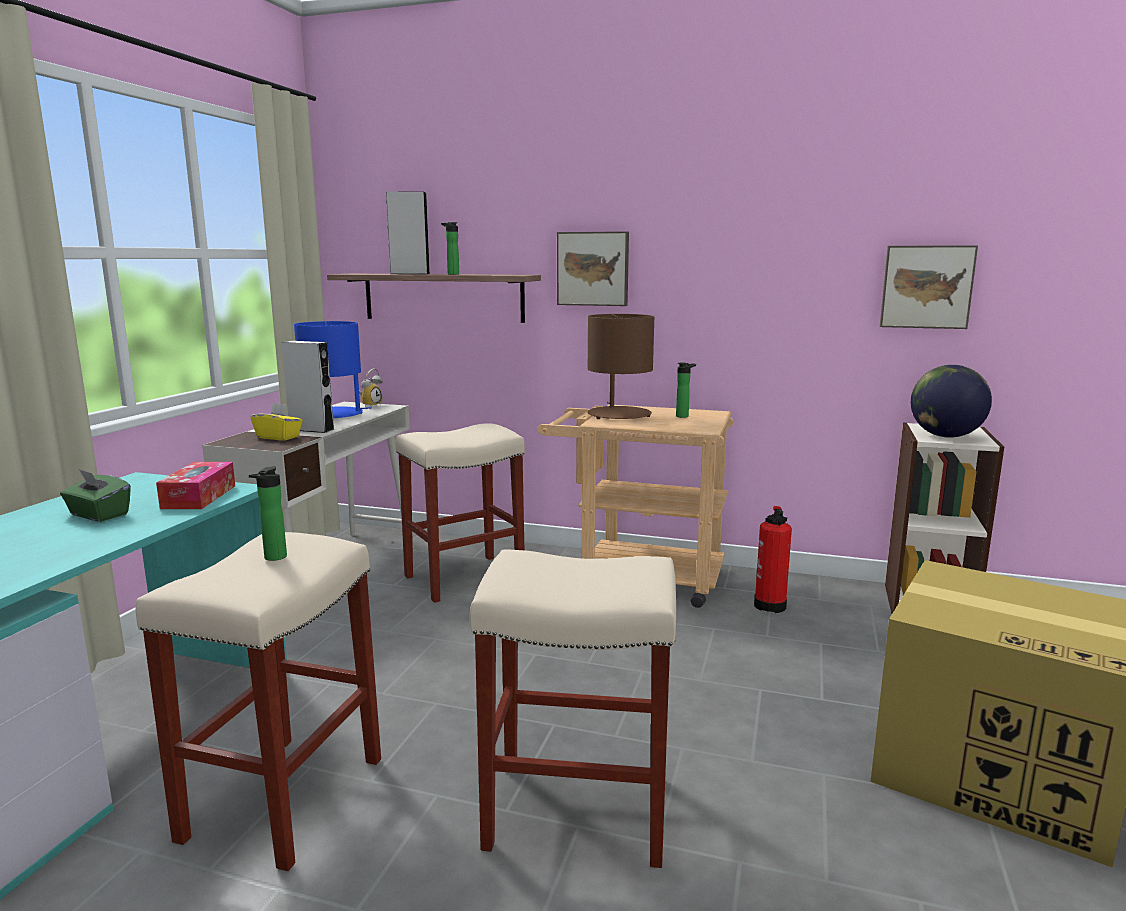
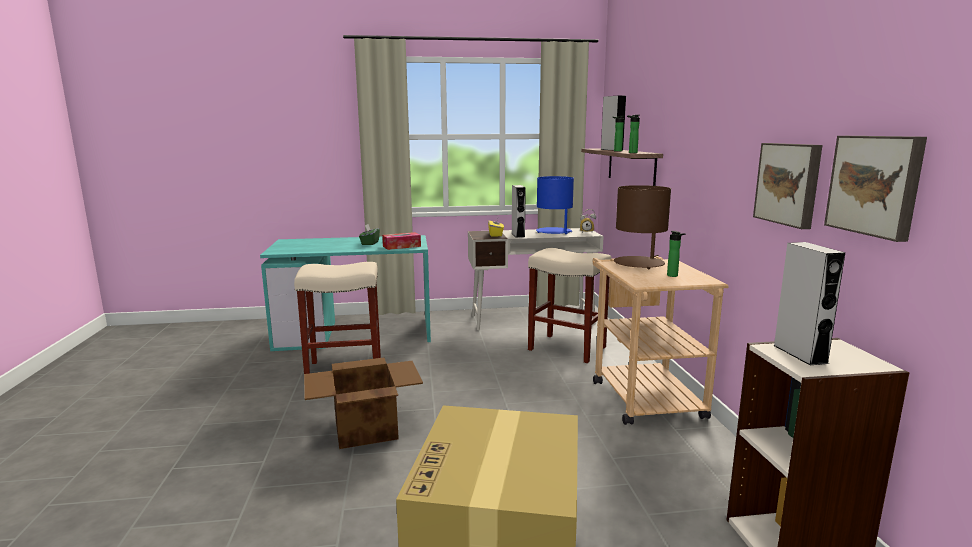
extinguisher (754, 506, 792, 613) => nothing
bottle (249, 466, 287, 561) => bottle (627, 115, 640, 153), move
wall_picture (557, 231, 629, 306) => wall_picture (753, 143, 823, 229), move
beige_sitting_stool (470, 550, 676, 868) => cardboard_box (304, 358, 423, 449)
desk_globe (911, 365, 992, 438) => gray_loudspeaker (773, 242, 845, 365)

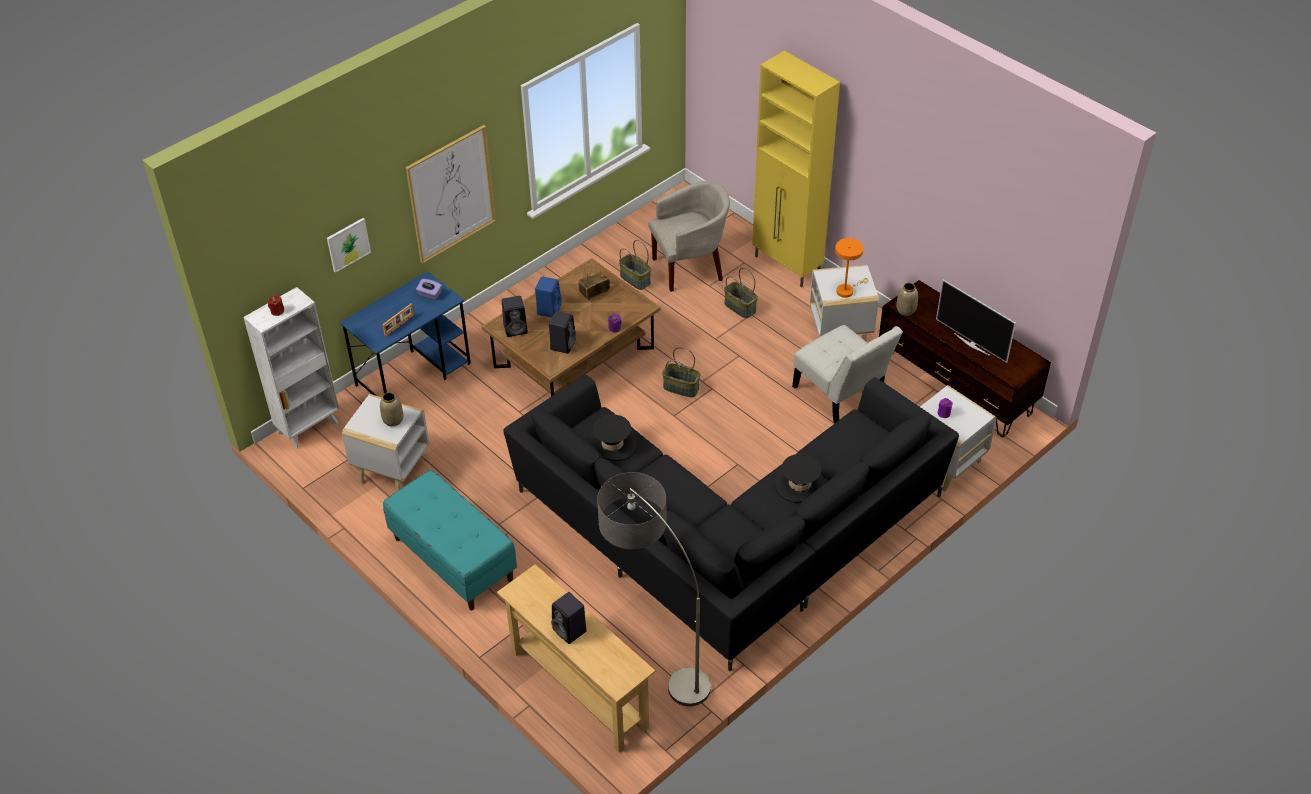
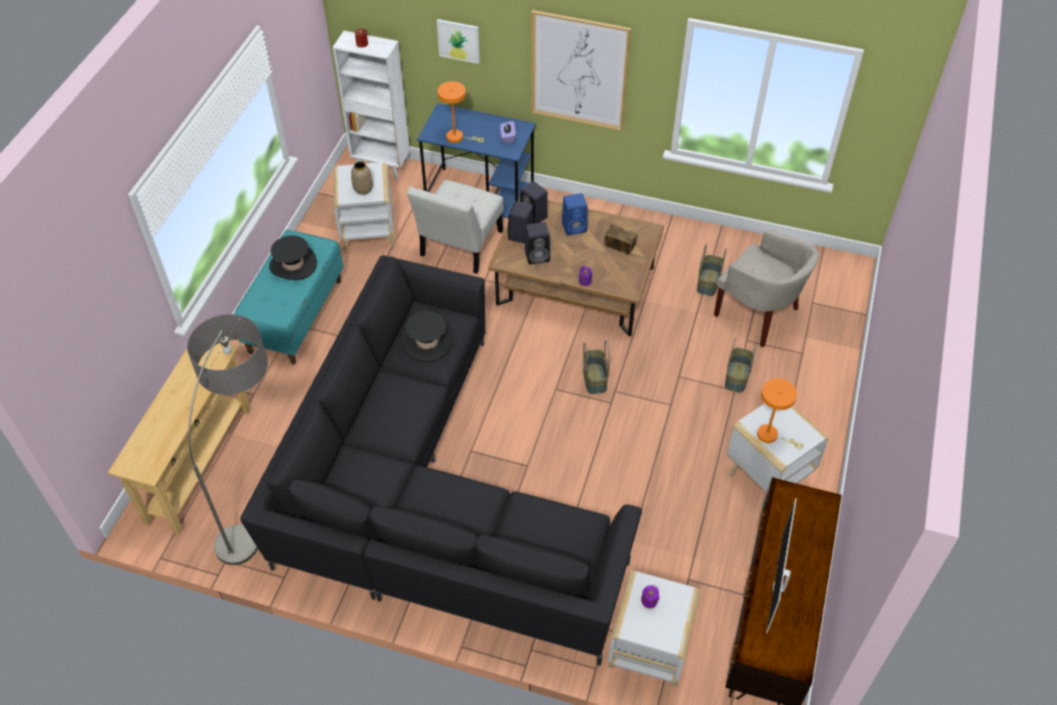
yellowish_storage_cabinet (752, 51, 840, 287) => nothing
vase (896, 283, 918, 316) => nothing
black_loudspeaker (551, 592, 587, 644) => black_loudspeaker (507, 201, 533, 244), move
black_wearable_hat (775, 454, 825, 503) => black_wearable_hat (269, 235, 317, 280), move
white_plain_chair (792, 325, 903, 423) => white_plain_chair (407, 180, 504, 274), move
standing_frame (382, 304, 414, 337) => orange-coloured_table_lamp (438, 81, 484, 143)

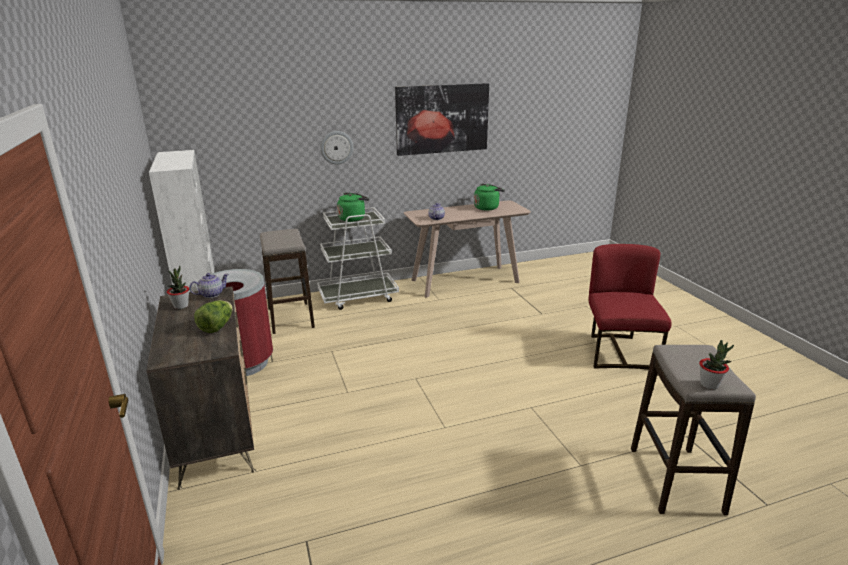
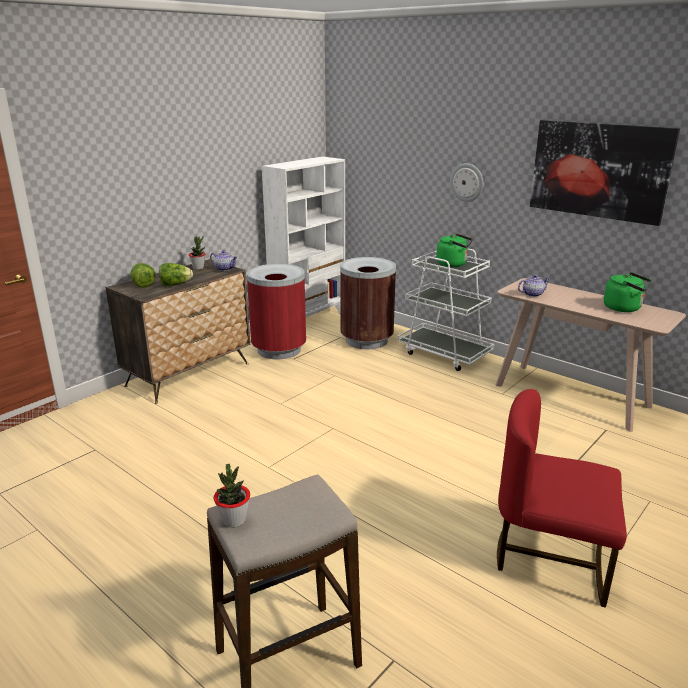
nothing => lettuce_head (130, 263, 155, 288)
sitting_stool (260, 229, 315, 334) => brown-coloured_rubbish_bin (340, 257, 396, 349)
red_plain_chair (589, 244, 672, 369) => red_plain_chair (497, 389, 627, 608), 135 degrees counterclockwise

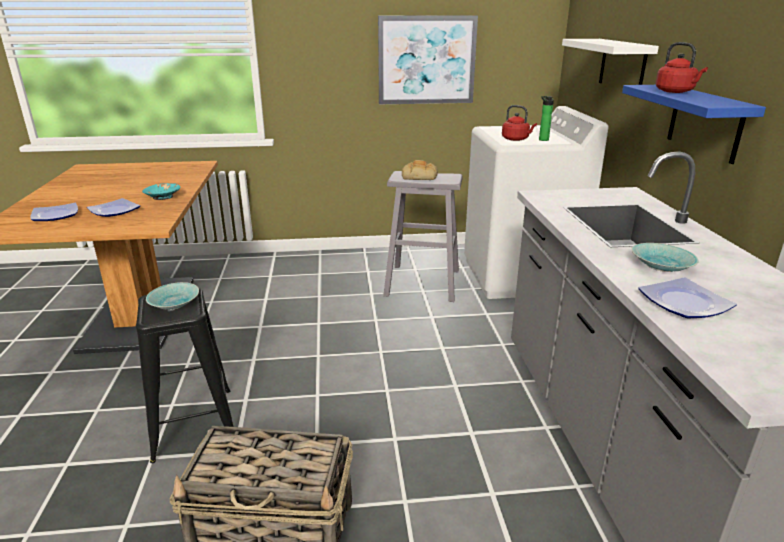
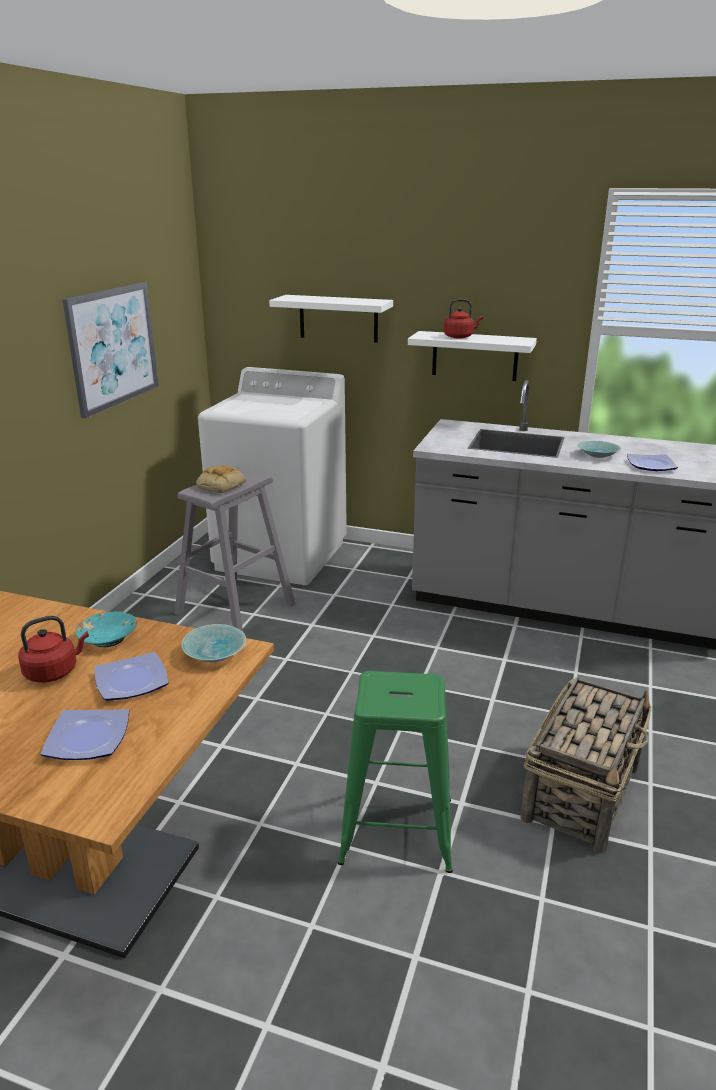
bottle (539, 96, 554, 141) => nothing
turquoise-coloured_bowl (146, 282, 199, 310) => turquoise-coloured_bowl (181, 624, 246, 662), move
red_water_kettle (502, 105, 537, 141) => red_water_kettle (18, 616, 89, 683), move
black_sitting_stool (136, 288, 234, 463) => greenish_sitting_stool (338, 671, 453, 873)
blue_wall_shelf (622, 85, 766, 164) => white_wall_shelf (408, 331, 537, 381)

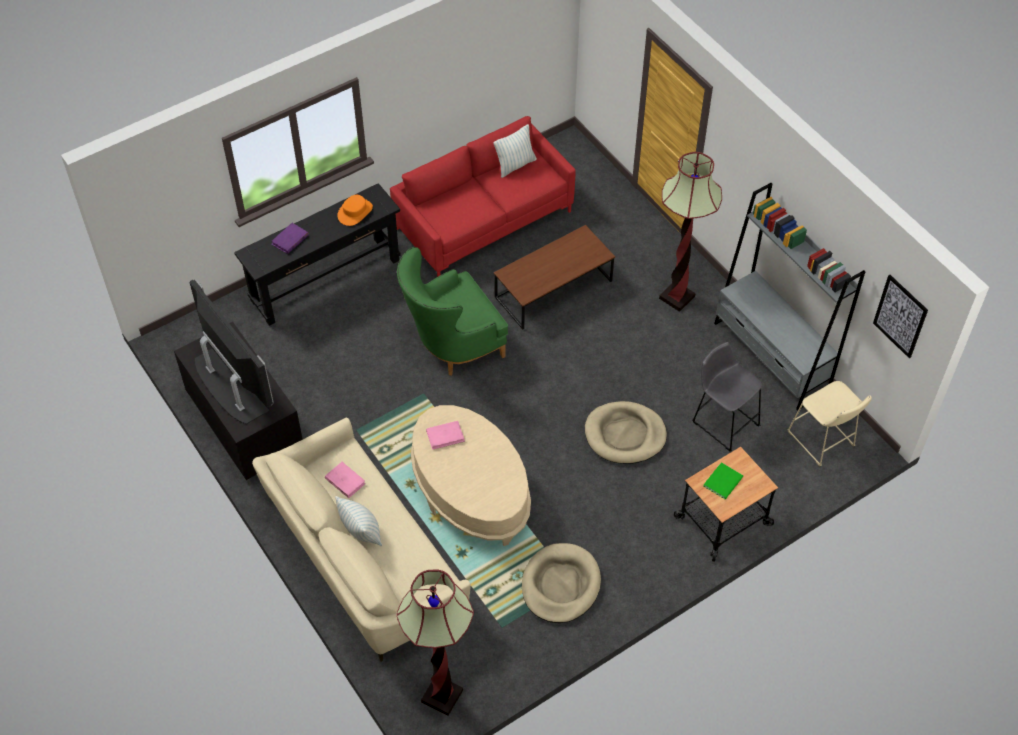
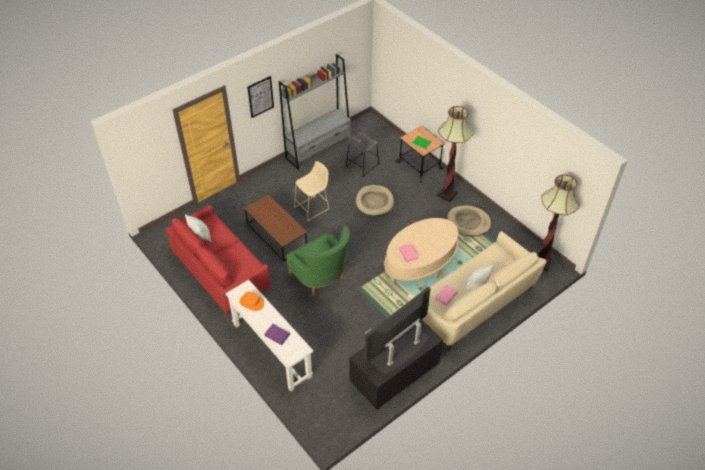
floor_lamp (659, 152, 722, 312) => floor_lamp (438, 106, 474, 202), move
beige_sitting_stool (787, 381, 872, 466) => beige_sitting_stool (294, 161, 330, 221), move
wall_picture (873, 275, 928, 358) => wall_picture (247, 76, 274, 118), move
black_console_table (234, 183, 401, 326) => white_console_table (225, 280, 313, 391)

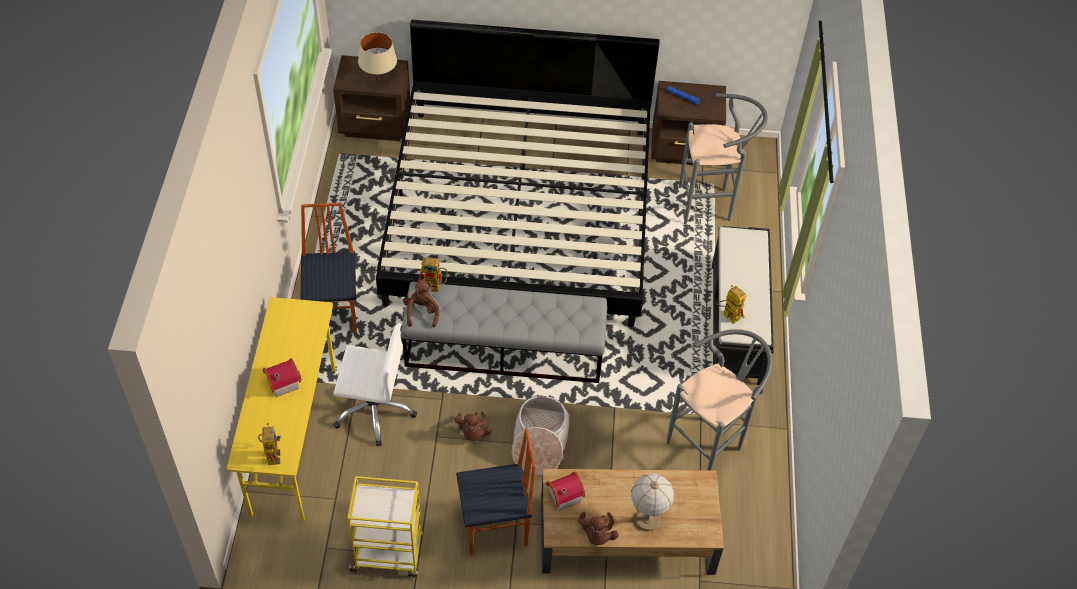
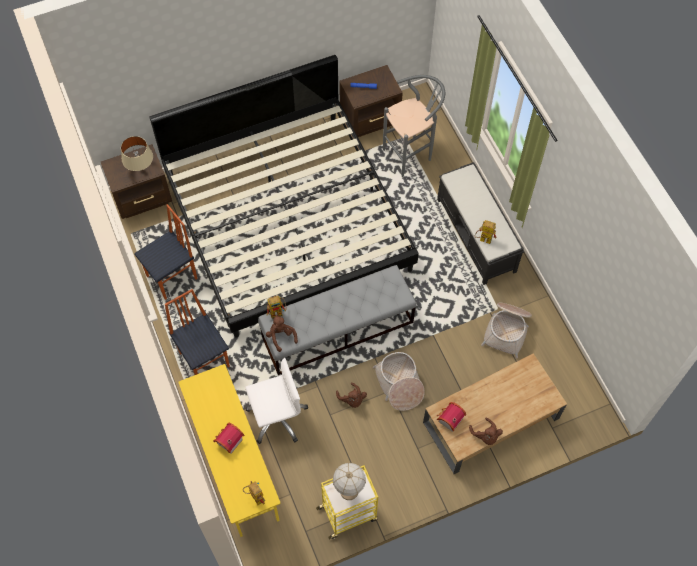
plain_chair (456, 428, 536, 555) => plain_chair (134, 204, 198, 300), move
table_lamp (631, 474, 674, 531) => table_lamp (333, 462, 366, 500), move
gray_sitting_stool (667, 329, 773, 470) => household_basket (481, 303, 532, 359)

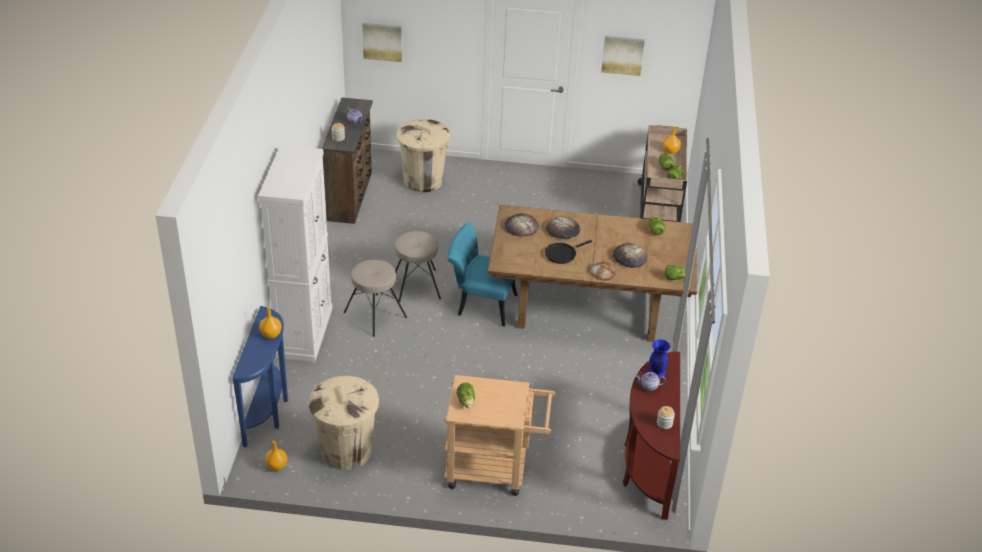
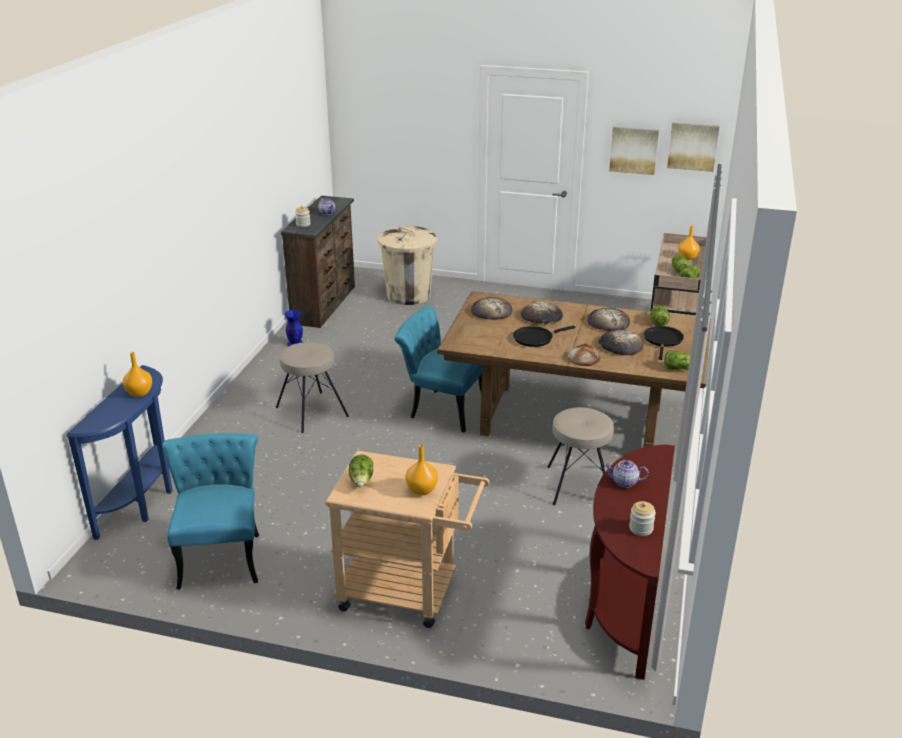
white_storage_cabinet (258, 145, 333, 362) => nothing
nothing => bakery_bread (588, 308, 630, 331)
nothing => black_frying_pan (644, 326, 684, 360)
orange-coloured_vase (265, 441, 287, 471) => orange-coloured_vase (405, 445, 438, 495), move
wall_picture (362, 23, 402, 62) => wall_picture (667, 122, 720, 172), move
beige_sitting_stool (395, 231, 441, 302) => beige_sitting_stool (547, 407, 614, 505), move
blue_vase (648, 339, 670, 377) => blue_vase (284, 310, 303, 346), move
beige_rubbish_bin (309, 376, 379, 470) => turquoise-coloured_plain_chair (162, 433, 259, 590)

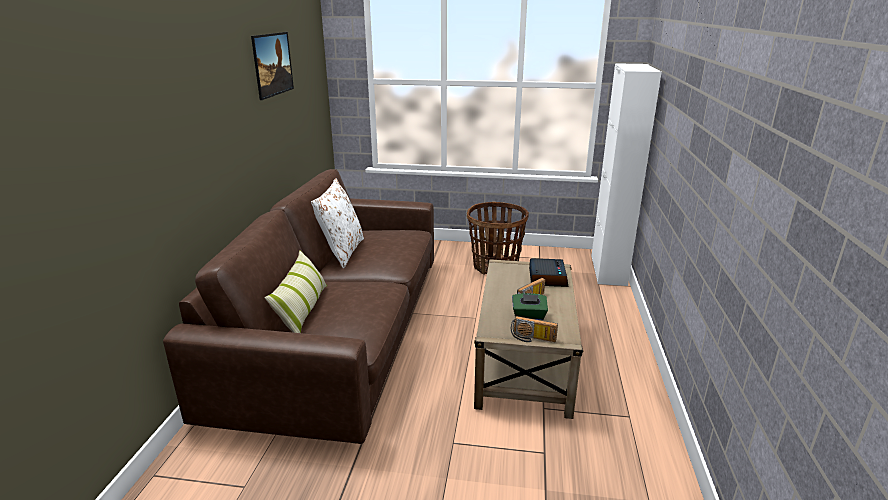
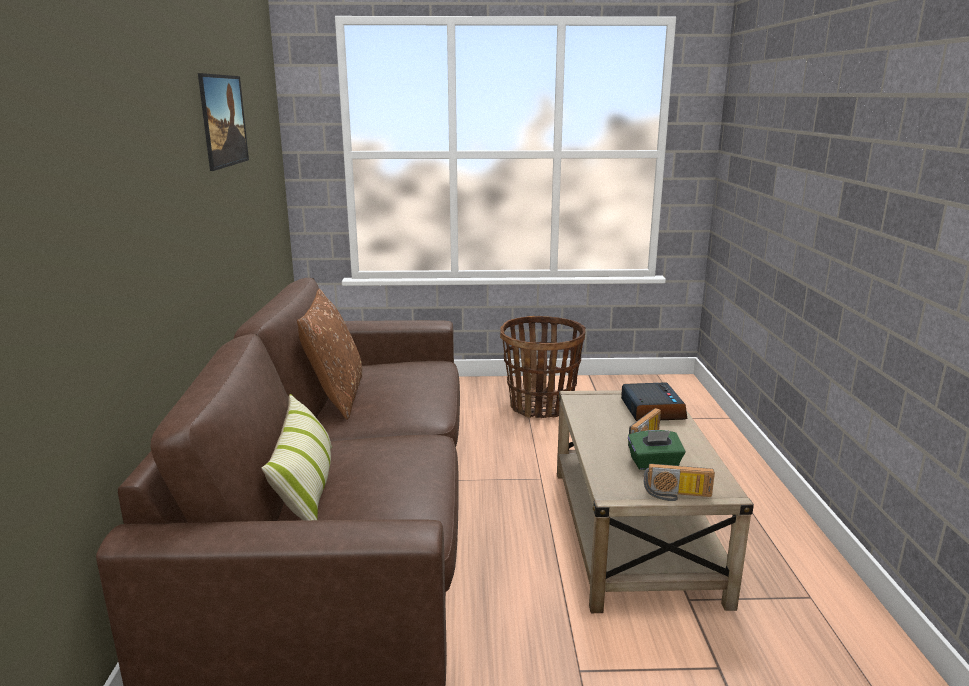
white_storage_cabinet (591, 63, 662, 286) => nothing
white_throw_pillow (311, 178, 364, 268) => brown-coloured_throw_pillow (297, 289, 362, 419)

